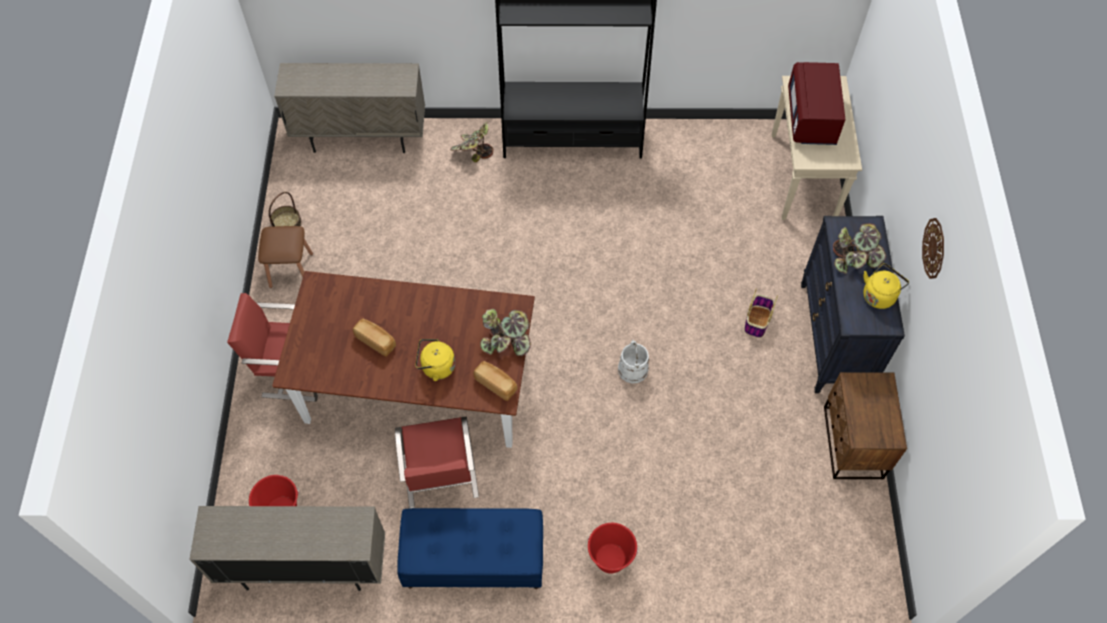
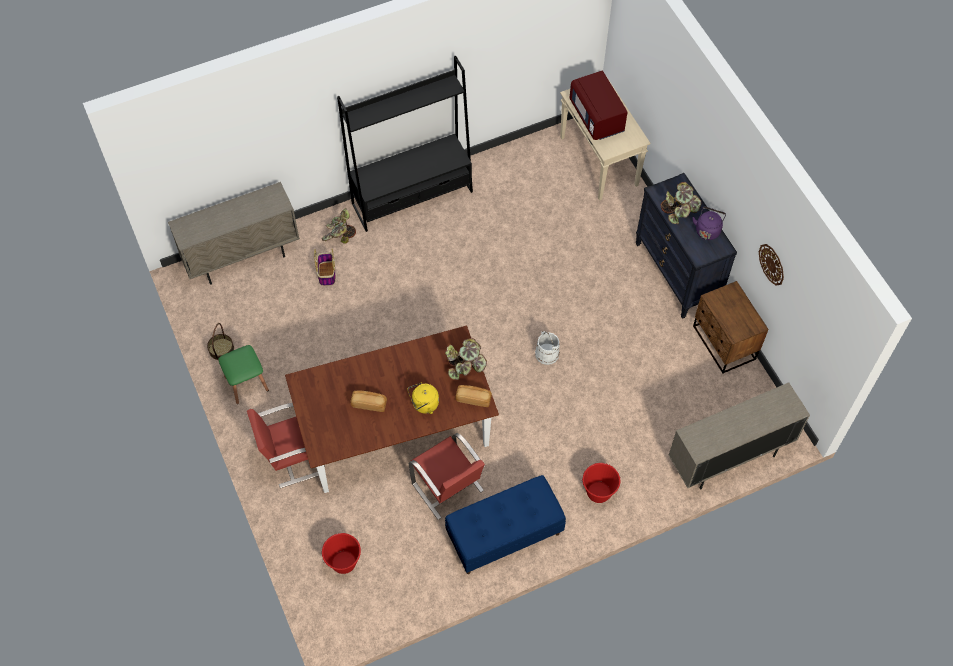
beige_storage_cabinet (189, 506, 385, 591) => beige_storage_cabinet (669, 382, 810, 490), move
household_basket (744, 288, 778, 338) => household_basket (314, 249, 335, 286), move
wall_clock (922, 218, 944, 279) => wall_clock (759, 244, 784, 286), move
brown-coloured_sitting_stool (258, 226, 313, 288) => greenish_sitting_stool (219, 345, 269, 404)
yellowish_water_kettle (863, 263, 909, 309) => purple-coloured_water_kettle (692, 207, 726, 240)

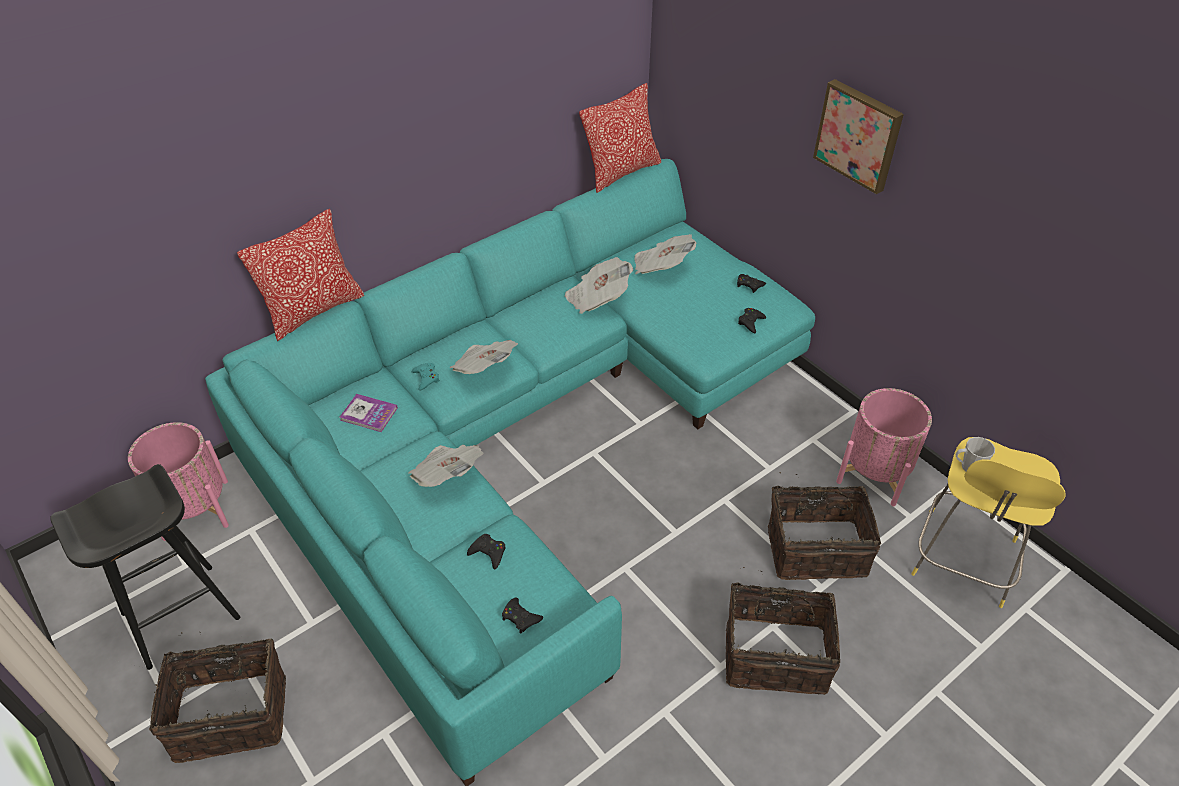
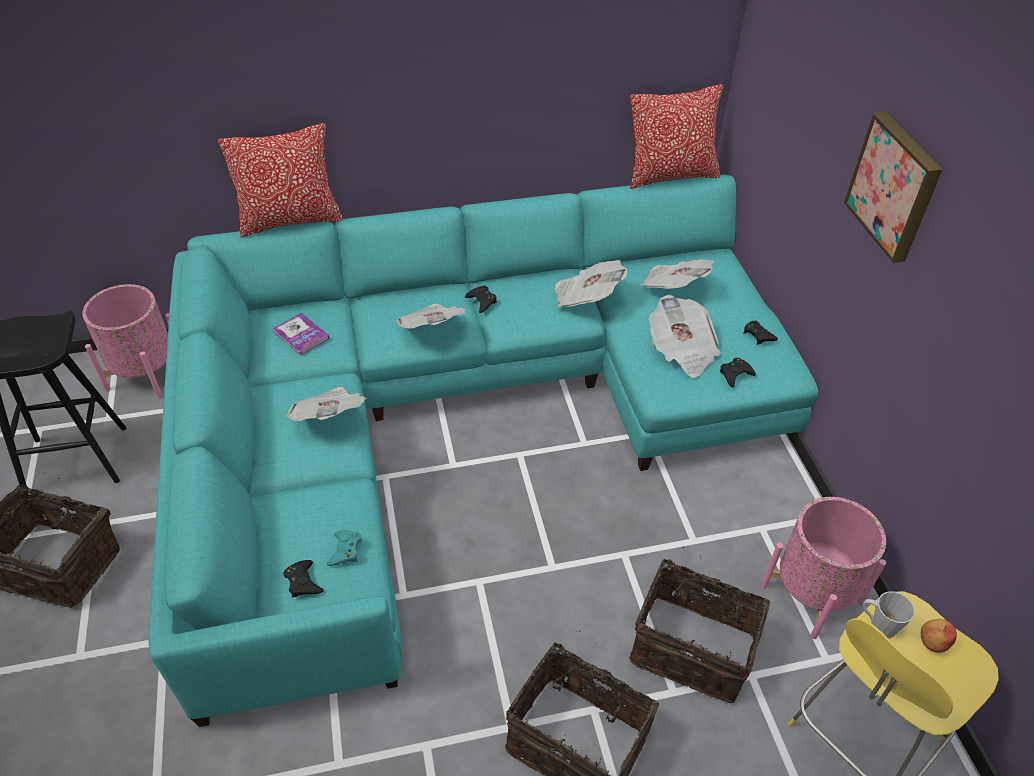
nothing => daily_paper (649, 295, 721, 378)
nothing => apple_fruit (921, 619, 957, 653)
turquoise-coloured_gamepad (412, 363, 440, 391) => turquoise-coloured_gamepad (327, 530, 362, 566), move
black_gamepad (467, 534, 505, 570) => black_gamepad (465, 285, 497, 313), move

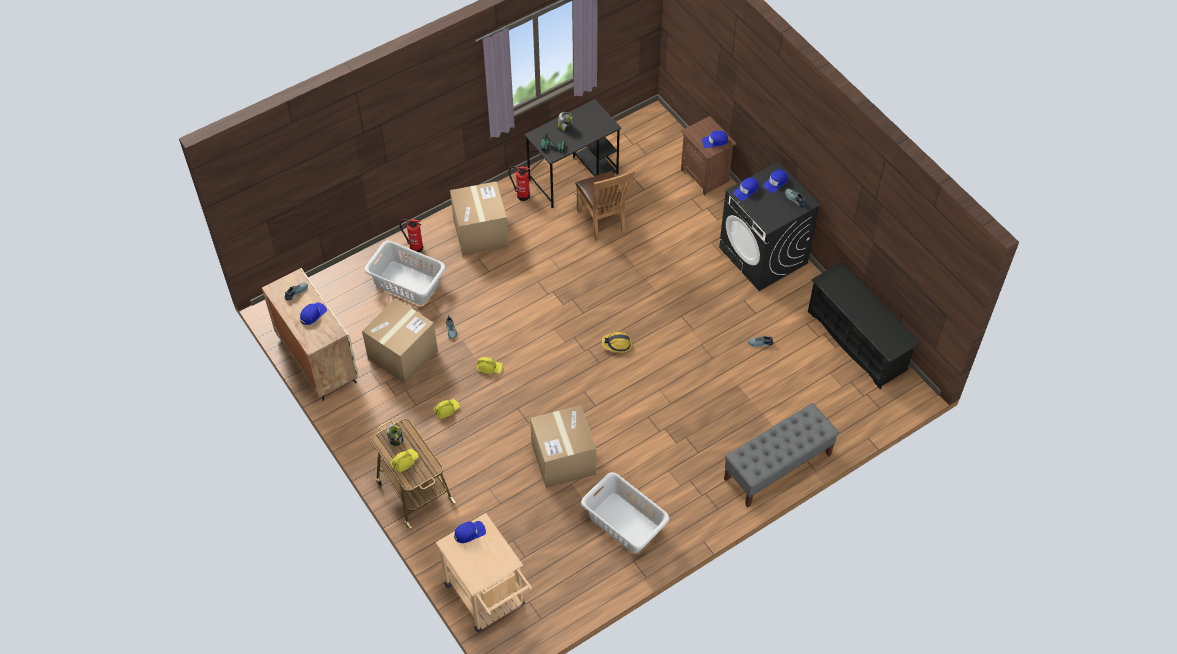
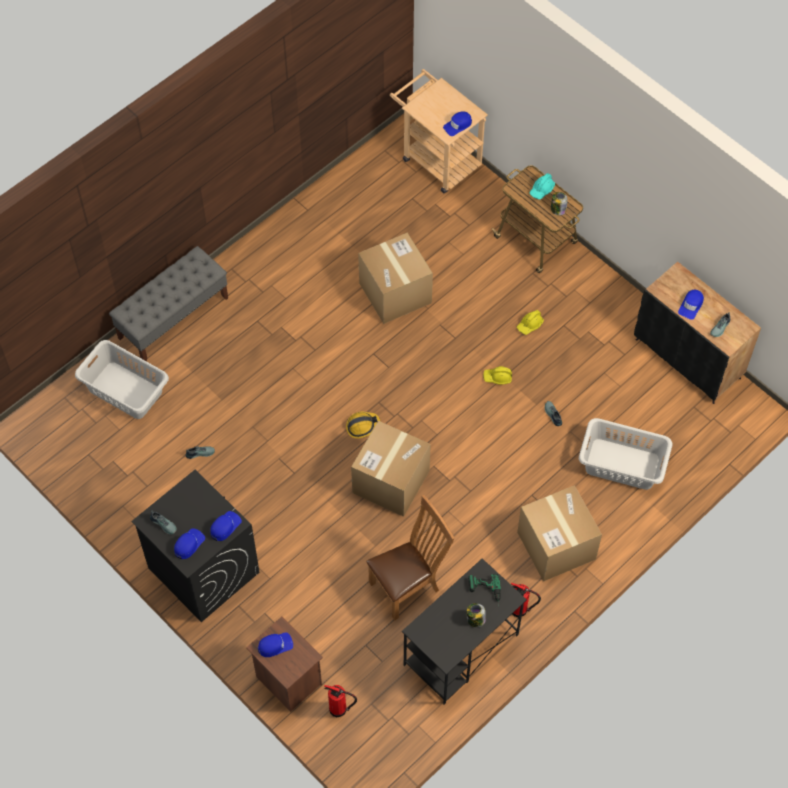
black_shoe_stand (808, 262, 921, 389) => nothing
cardboard_box (362, 298, 438, 384) => cardboard_box (351, 421, 431, 517), move
extinguisher (399, 219, 423, 253) => extinguisher (324, 685, 357, 717), move
gray_washing_basket (581, 472, 669, 553) => gray_washing_basket (75, 340, 169, 419), move
beige_storage_cabinet (262, 268, 358, 401) => black_storage_cabinet (634, 261, 761, 404)
yellowish_hard_hat (391, 449, 419, 472) => turquoise-coloured_hard_hat (530, 173, 555, 200)
brown-coloured_plain_chair (575, 170, 636, 241) => brown-coloured_plain_chair (366, 495, 454, 621), 90 degrees clockwise

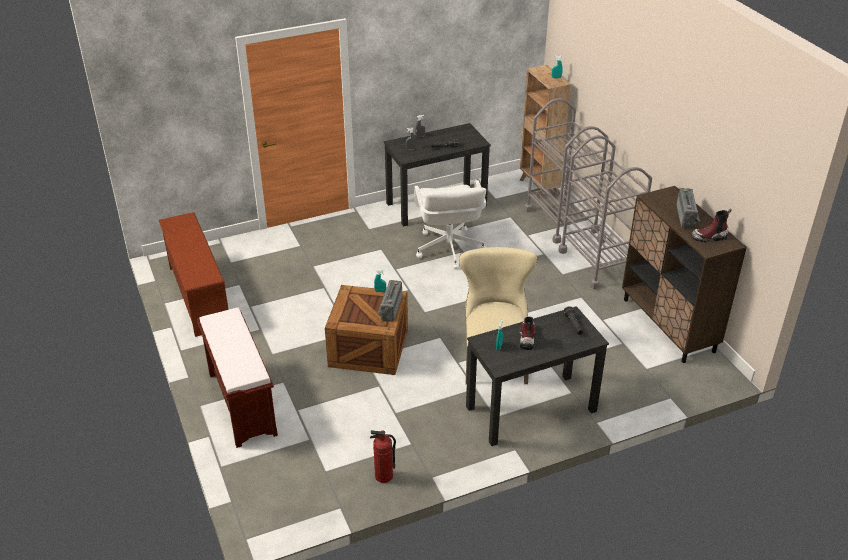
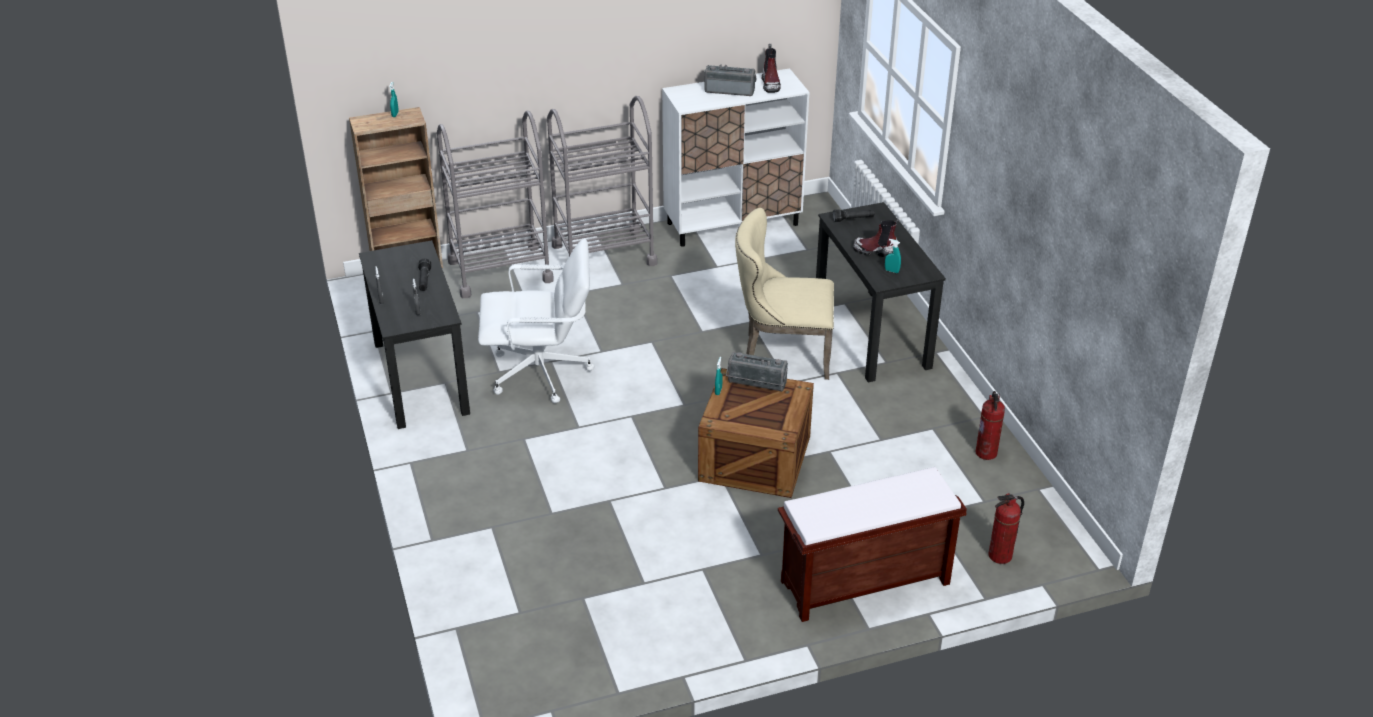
brown-coloured_shoe_stand (159, 212, 229, 337) => nothing
nothing => extinguisher (989, 493, 1024, 564)
brown-coloured_storage_cabinet (622, 186, 747, 363) => white_storage_cabinet (662, 68, 810, 247)

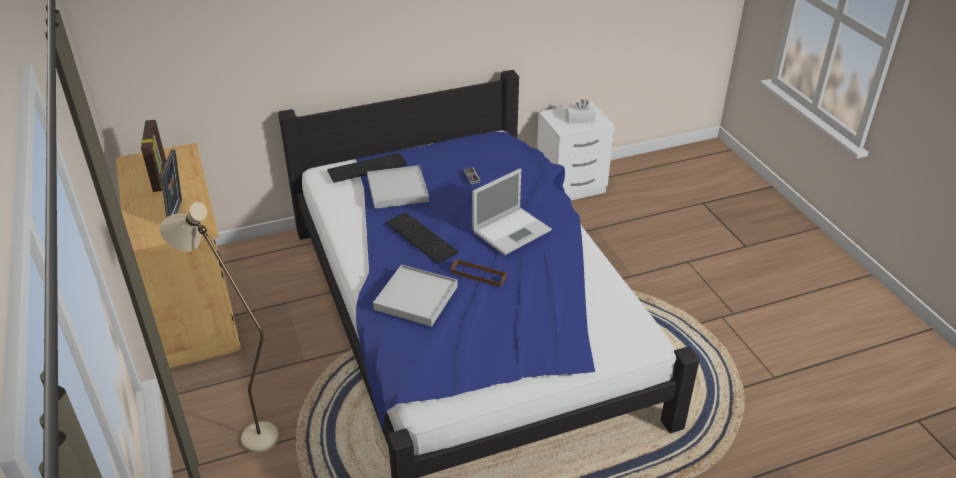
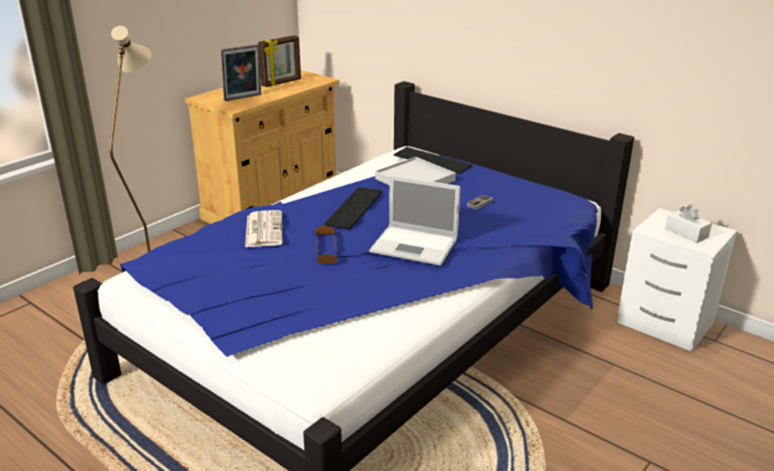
white_serving_tray (373, 265, 458, 327) => daily_paper (245, 210, 283, 247)

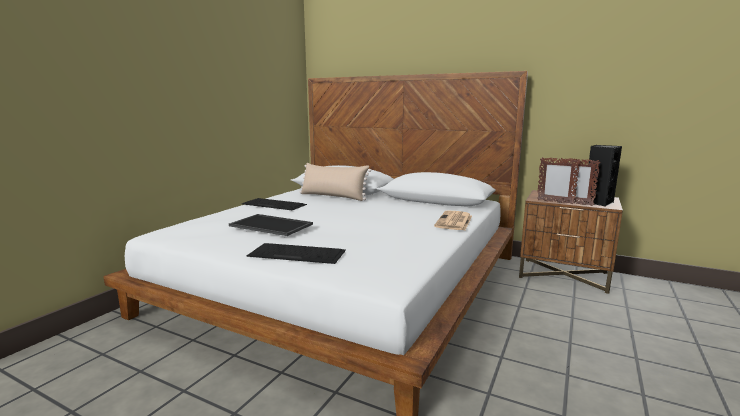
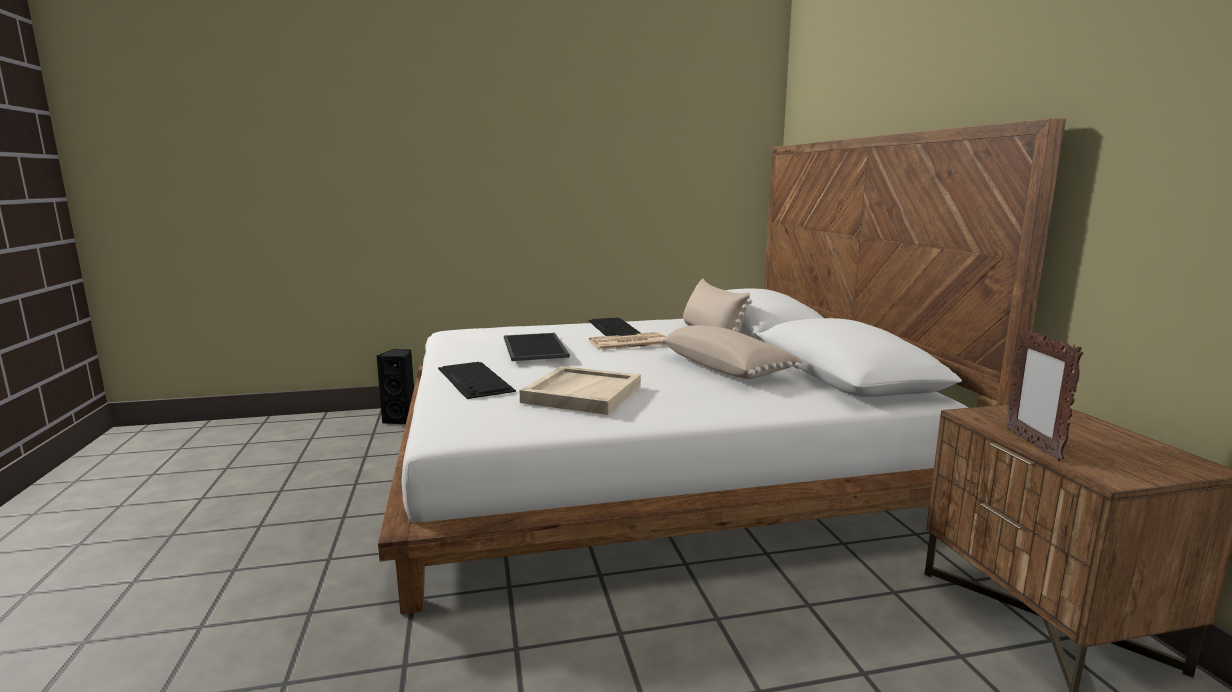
standing_frame (537, 157, 580, 205) => nothing
nothing => beige_serving_tray (519, 366, 641, 415)
nothing => beige_throw_pillow (662, 325, 802, 379)
daily_paper (434, 210, 472, 230) => daily_paper (589, 332, 667, 350), move
black_loudspeaker (584, 145, 622, 207) => black_loudspeaker (376, 349, 414, 424), move

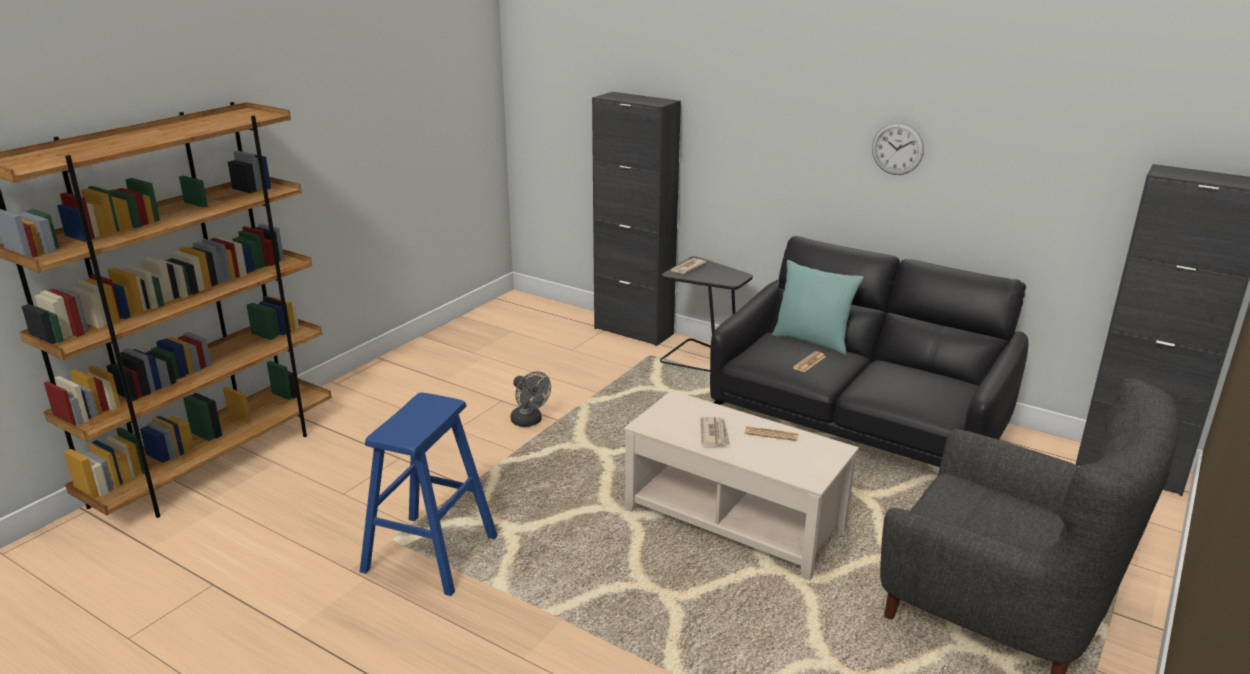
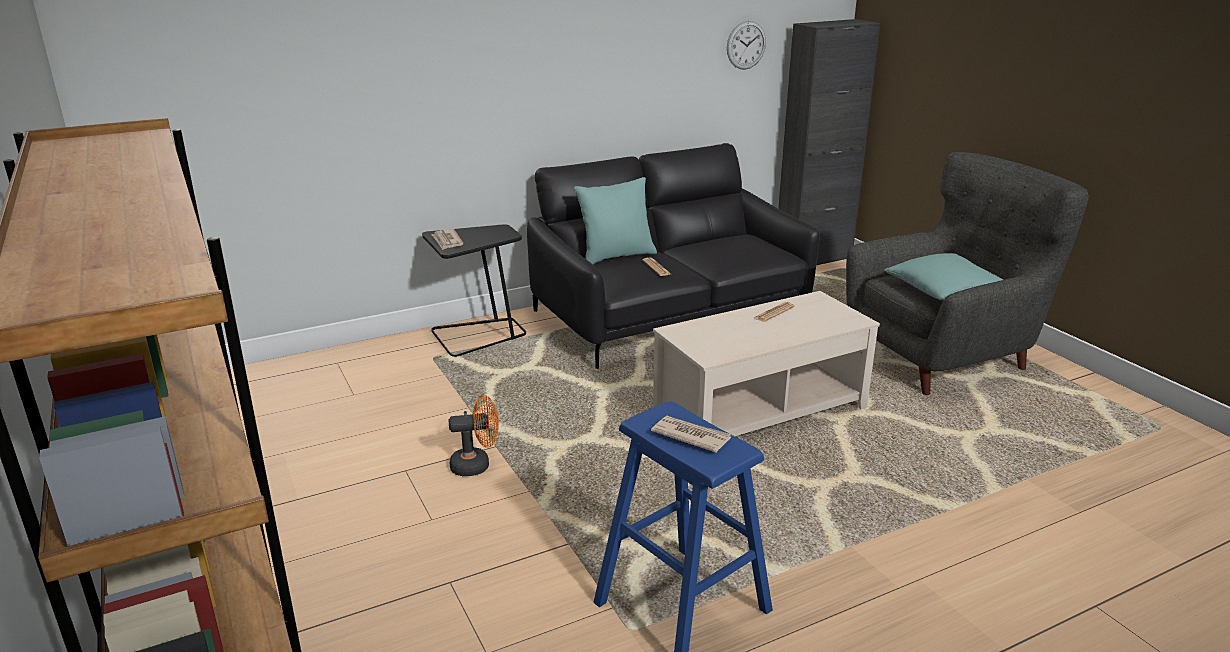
black_storage_cabinet (592, 92, 681, 346) => nothing
nothing => turquoise-coloured_throw_pillow (884, 253, 1003, 300)
daily_paper (701, 417, 730, 447) => daily_paper (651, 415, 731, 452), move
wall_clock (872, 123, 924, 175) => wall_clock (727, 21, 766, 70), move
gray_cooling_fan (511, 371, 551, 427) => orange-coloured_cooling_fan (449, 395, 499, 476)

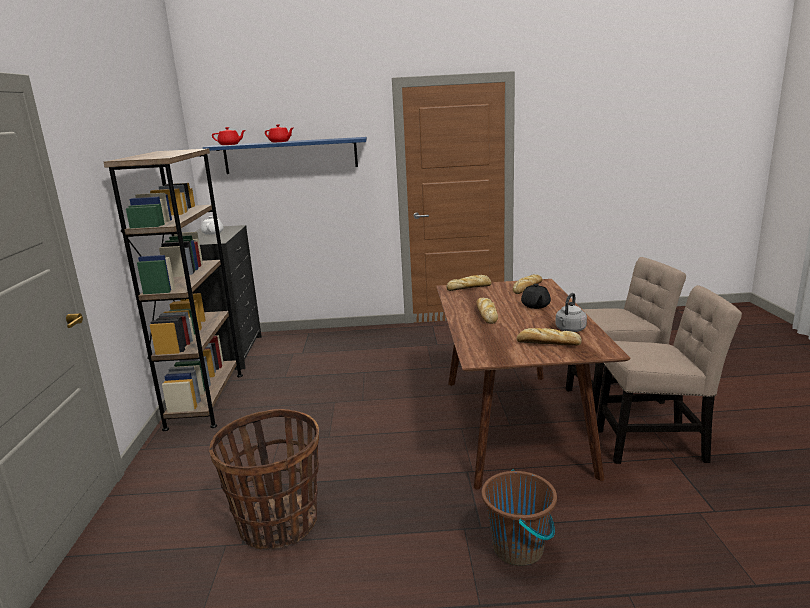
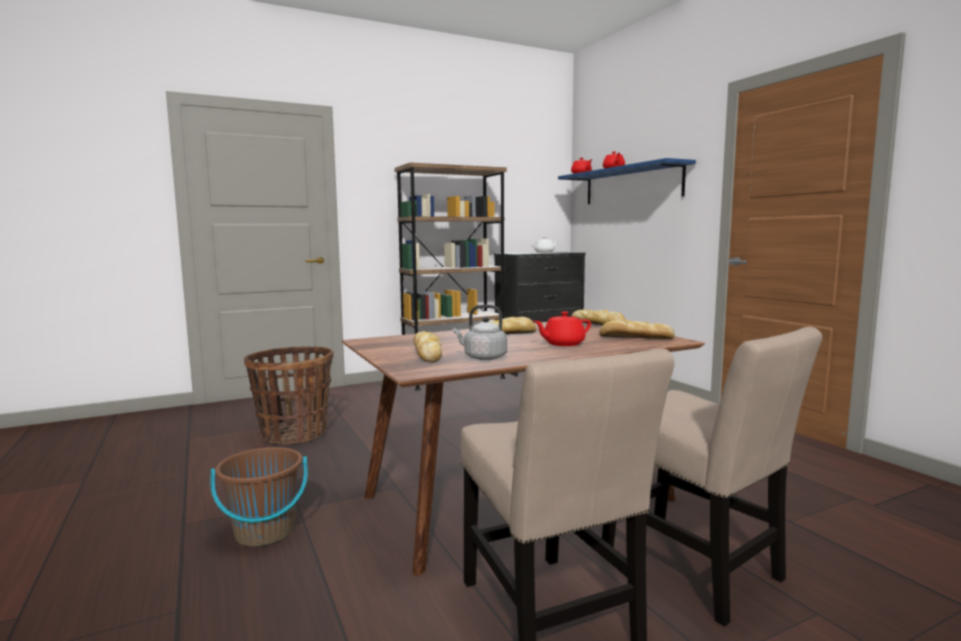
black_teapot (521, 284, 551, 309) => red_teapot (534, 311, 591, 346)

